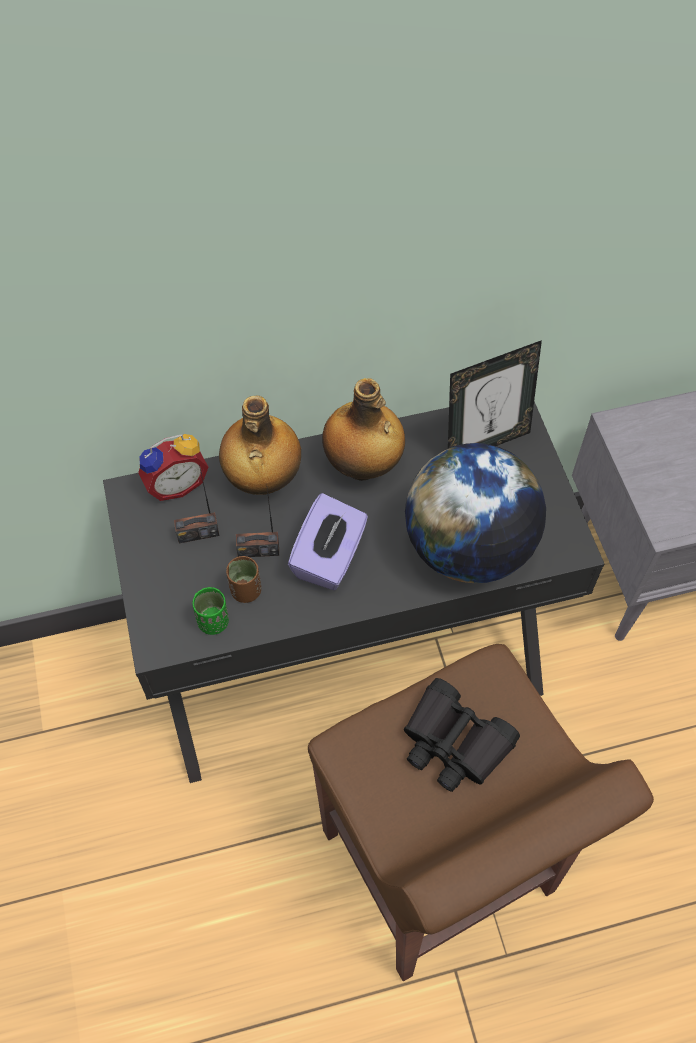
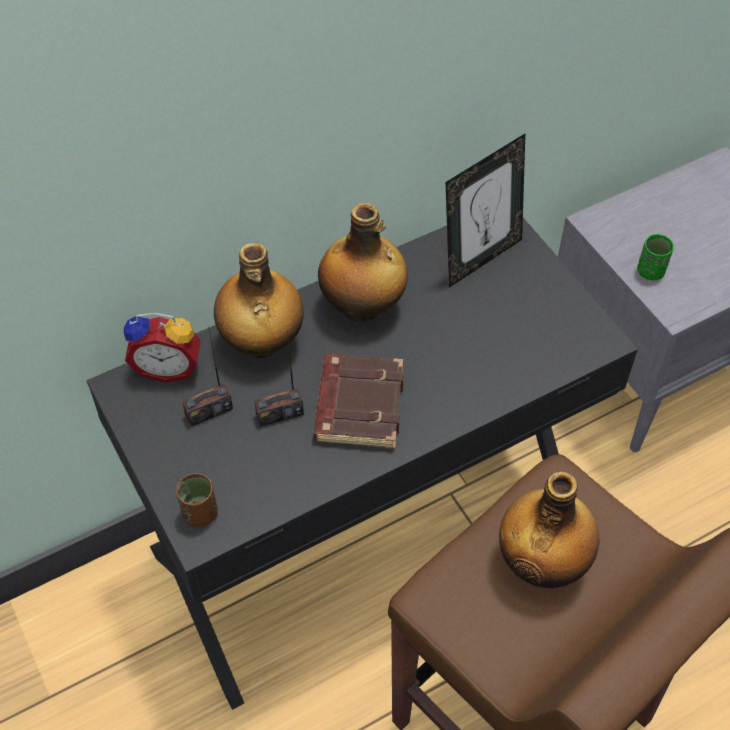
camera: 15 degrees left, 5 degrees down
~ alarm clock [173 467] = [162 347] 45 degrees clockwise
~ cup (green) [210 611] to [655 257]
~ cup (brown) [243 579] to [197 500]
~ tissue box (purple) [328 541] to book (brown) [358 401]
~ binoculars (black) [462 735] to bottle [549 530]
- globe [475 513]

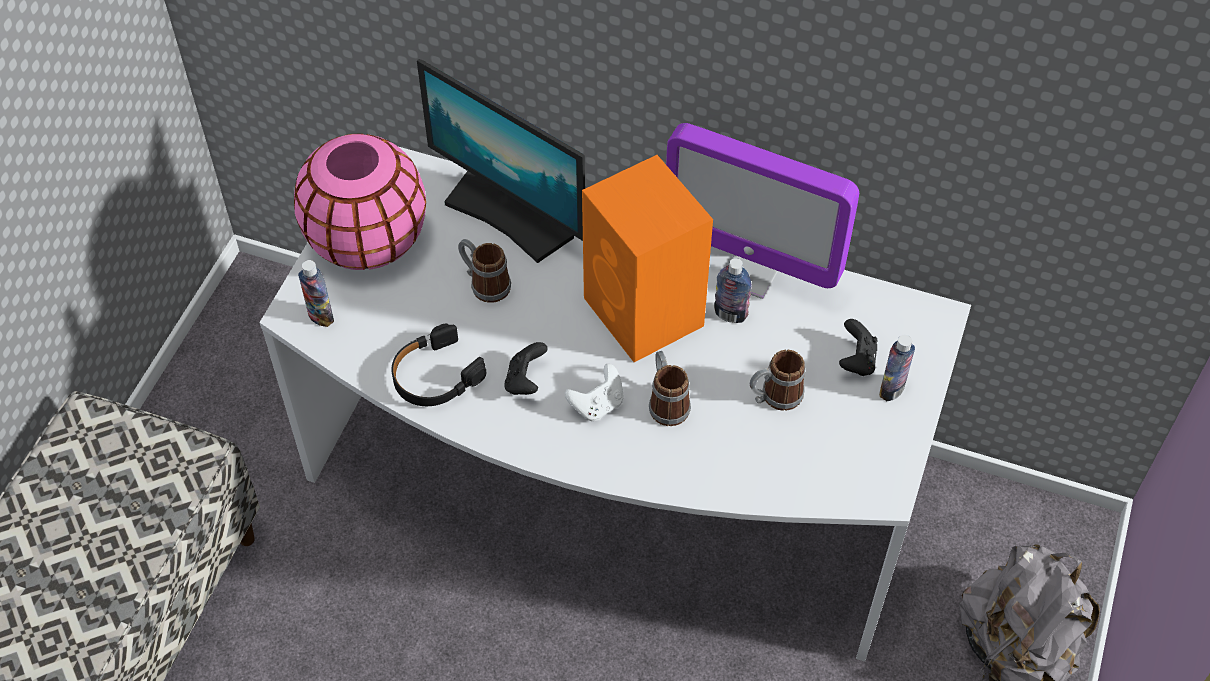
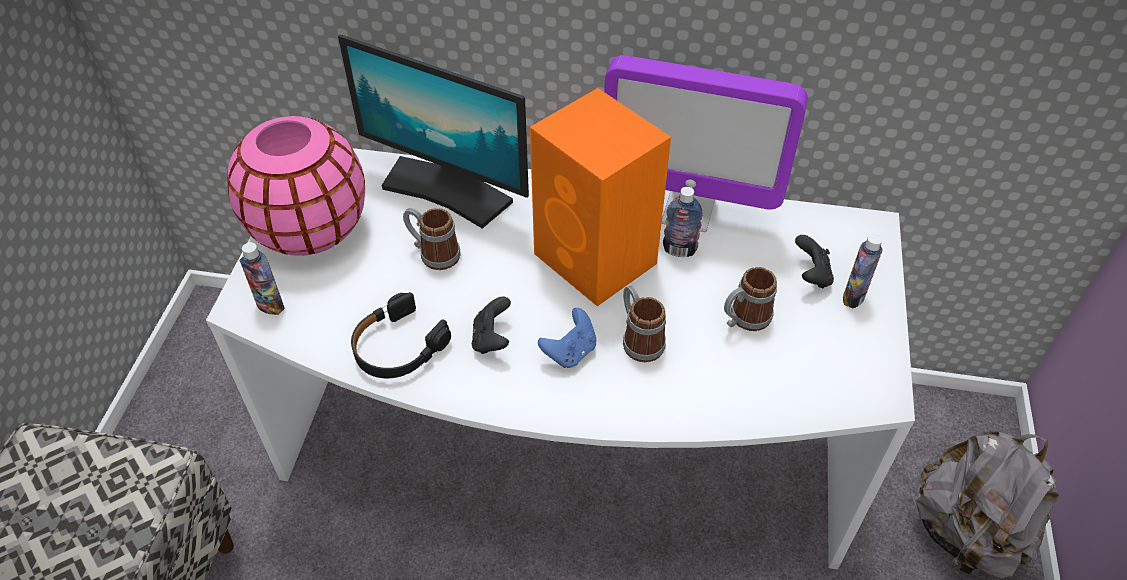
camera: 10 degrees left, 5 degrees down
~ game controller (white) [594 392] to game controller (blue) [567 338]

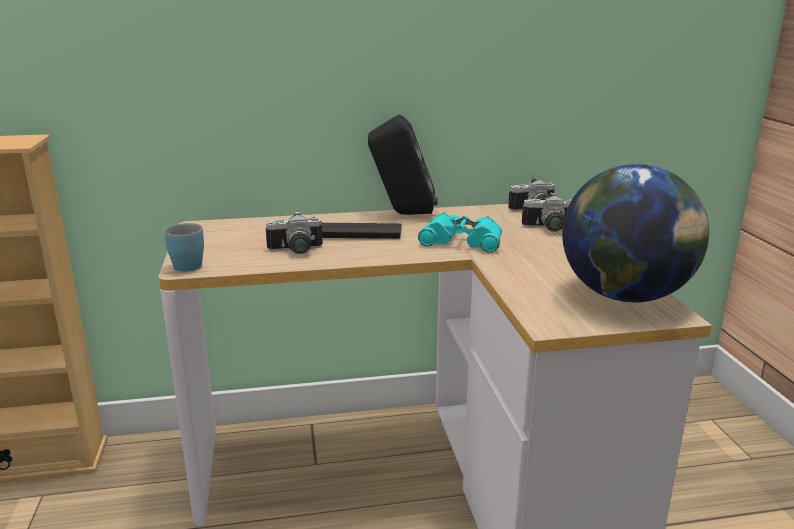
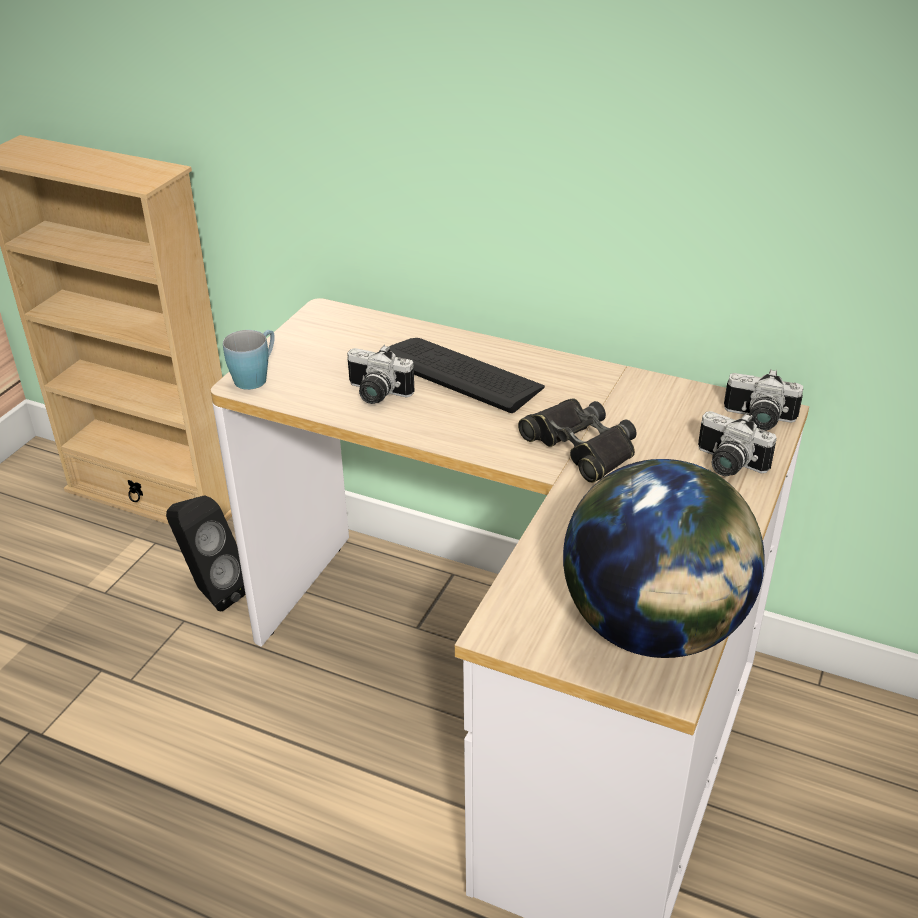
camera: 35 degrees right, 15 degrees up
~ speaker (black) [403 164] to [206 553]
~ binoculars (turquoise) [460 233] to binoculars (black) [577 441]

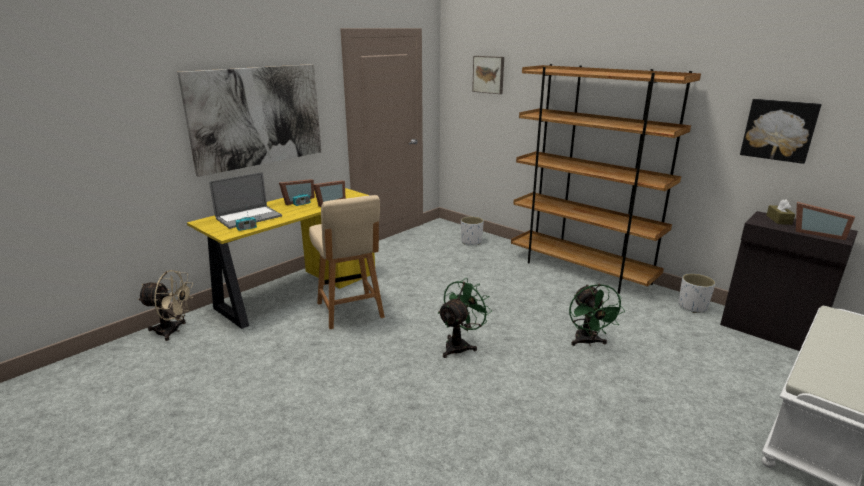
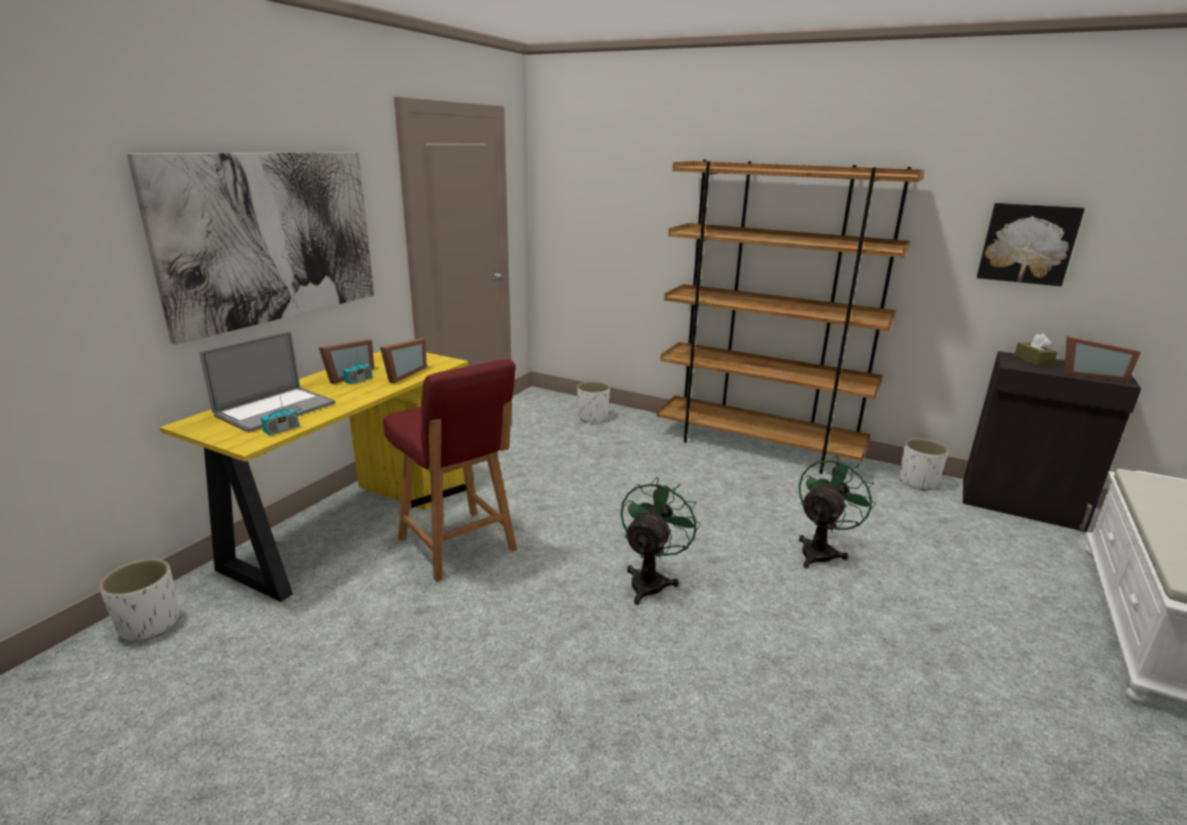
camera: 15 degrees left, 0 degrees up
~ fan (beige) [165 305] to planter (white) [139 600]
~ chair (beige) [347 262] to chair (red) [450 470]
- picture [488 75]
~ fan (green) [597 315] = [837 512] 120 degrees counterclockwise

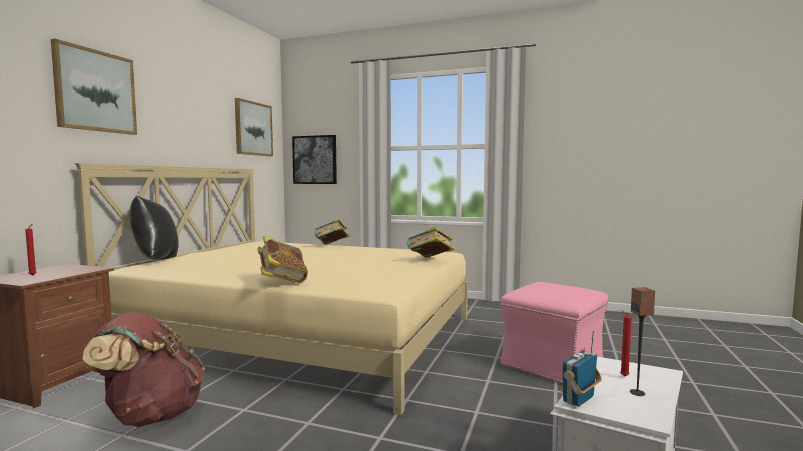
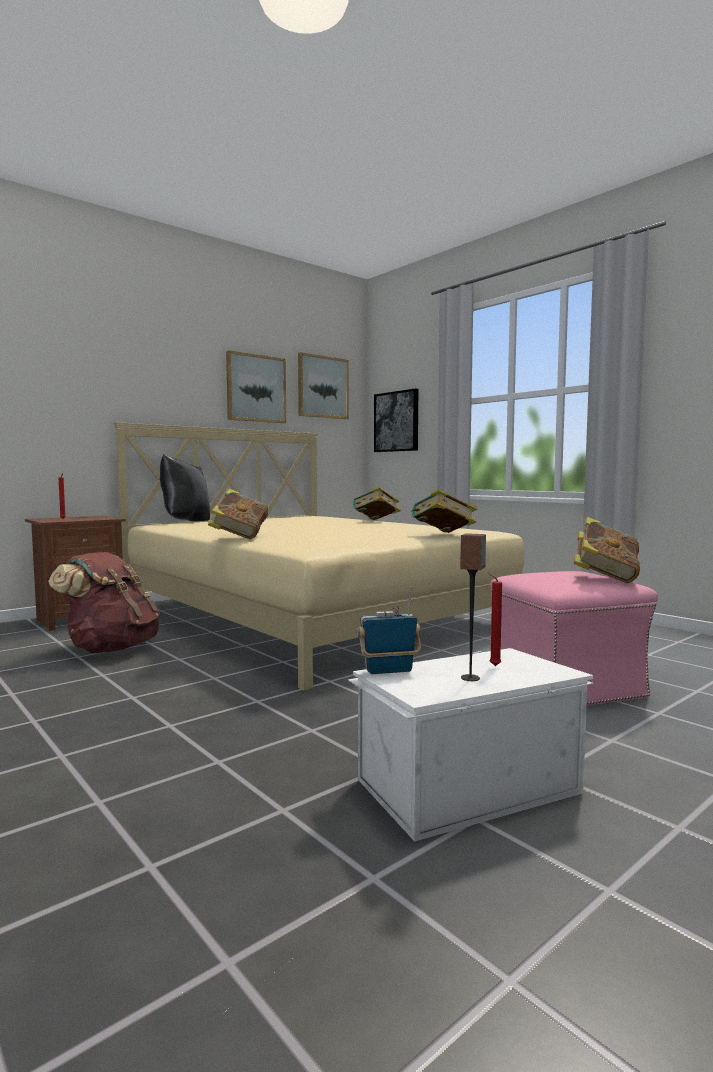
camera: 30 degrees right, 0 degrees up
~ picture [94 87] to [256 386]
+ book [606 550]

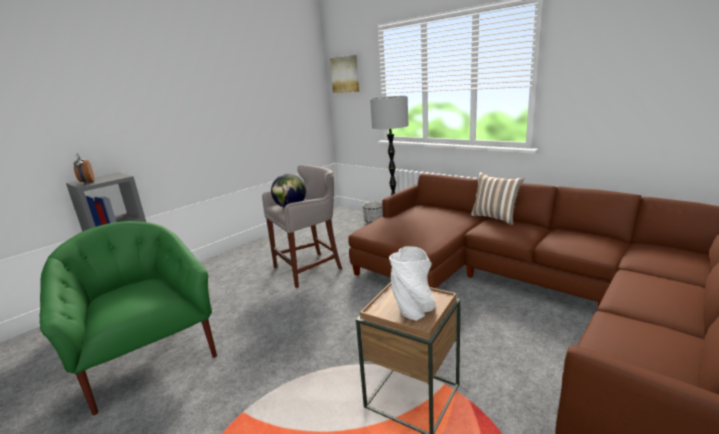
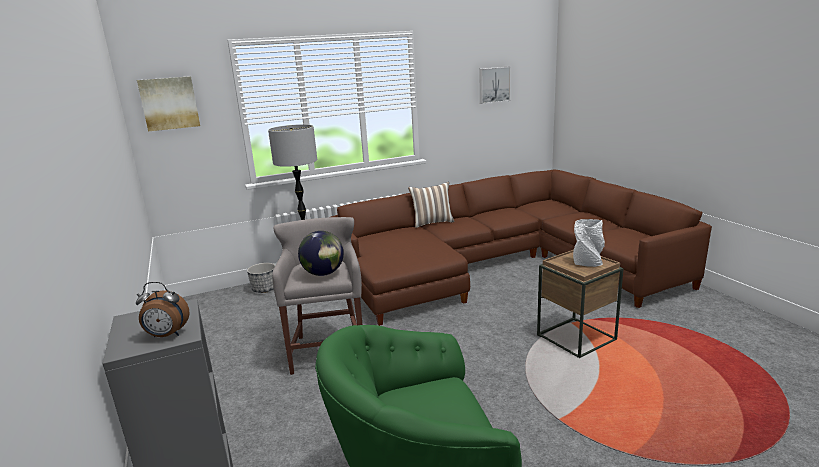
camera: 65 degrees left, 0 degrees up
+ picture [495 85]

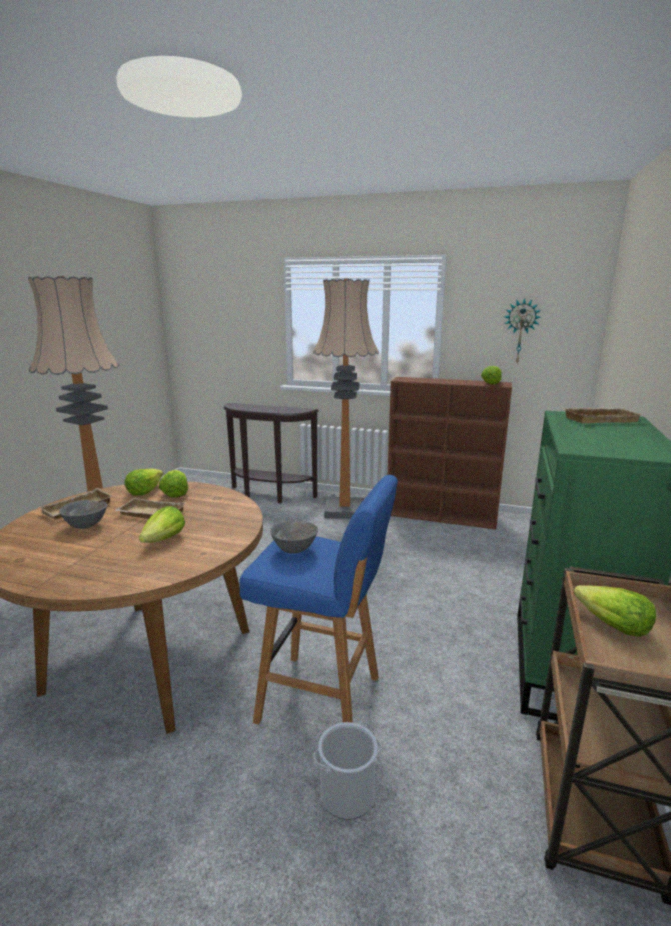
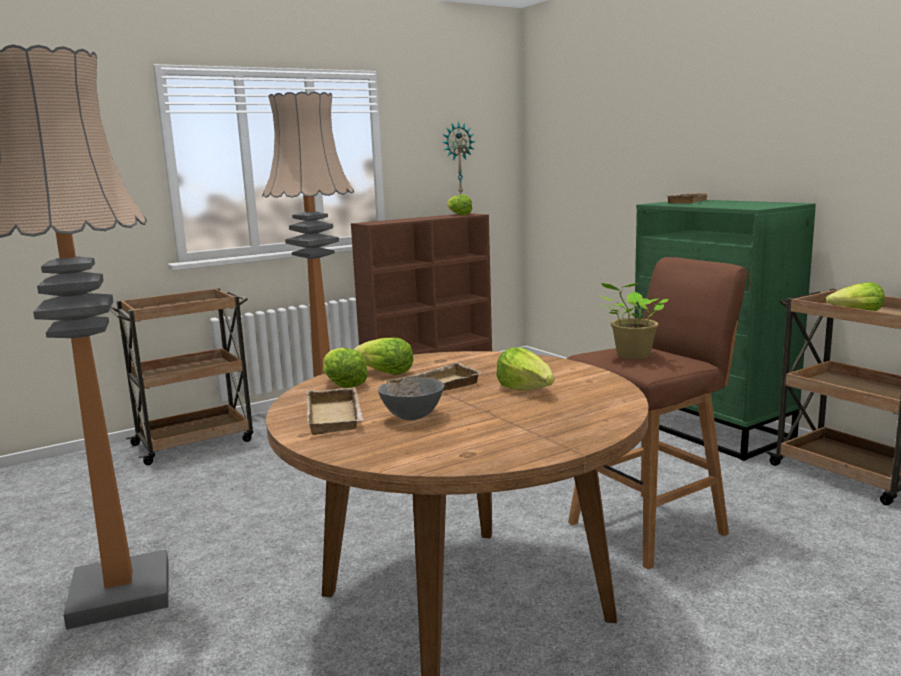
camera: 50 degrees left, 5 degrees down
~ console table (brown) [271 453] to cart (brown) [181 376]
~ stool (blue) [318 600] to stool (brown) [657 413]
~ bowl (grey) [294 537] to potted plant [633 321]
- bucket [347 771]

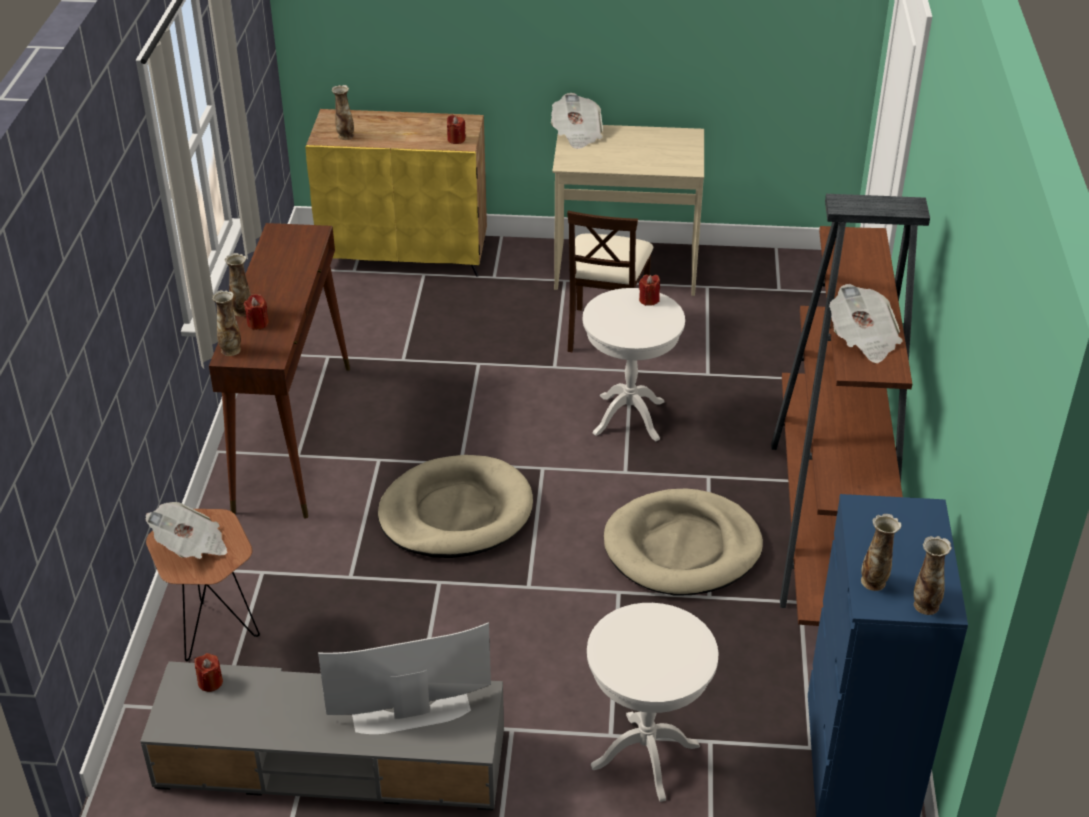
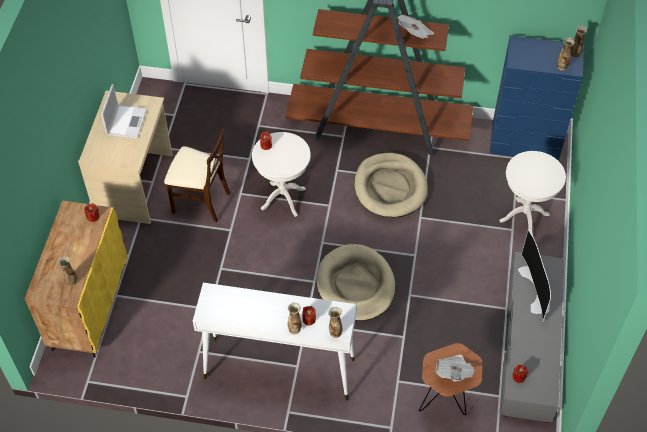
camera: 85 degrees left, 15 degrees up
~ console table (brown) [279 371] to console table (white) [275 342]
- newspaper [577 121]
+ laptop [124 111]

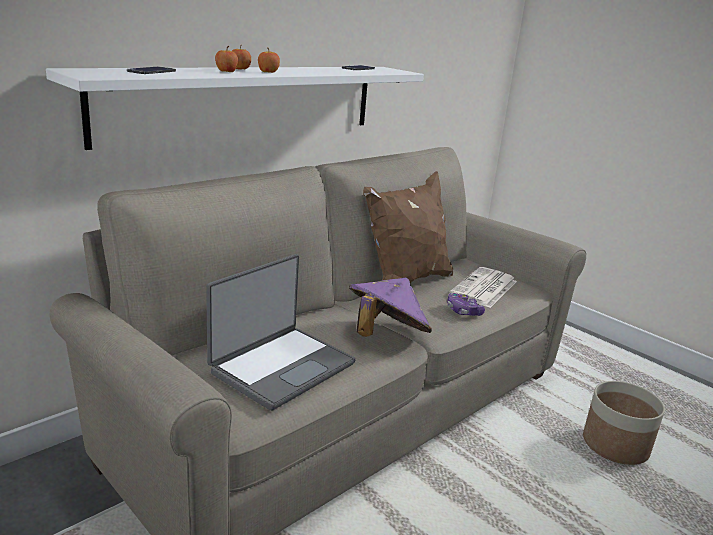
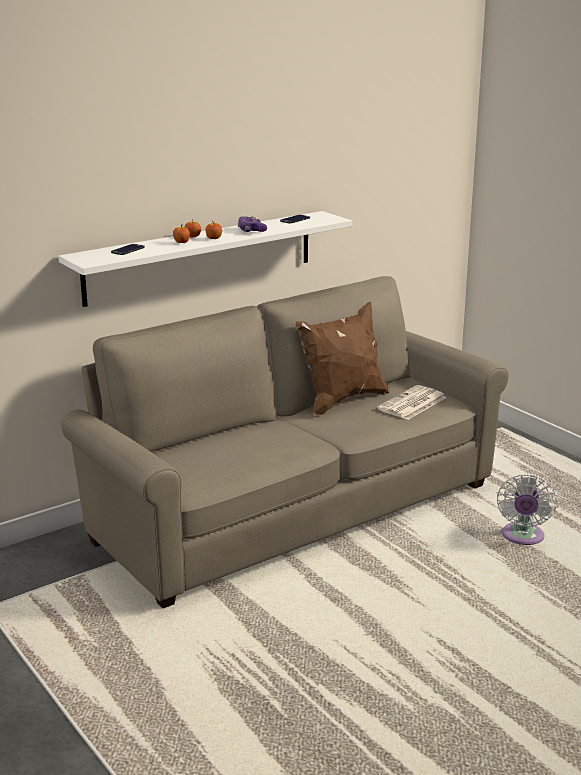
camera: 10 degrees right, 0 degrees up
- laptop [281 332]
- hat (purple) [390 307]
~ game controller [466 304] to [252 224]
~ planter [624 423] to fan (white) [527 509]

